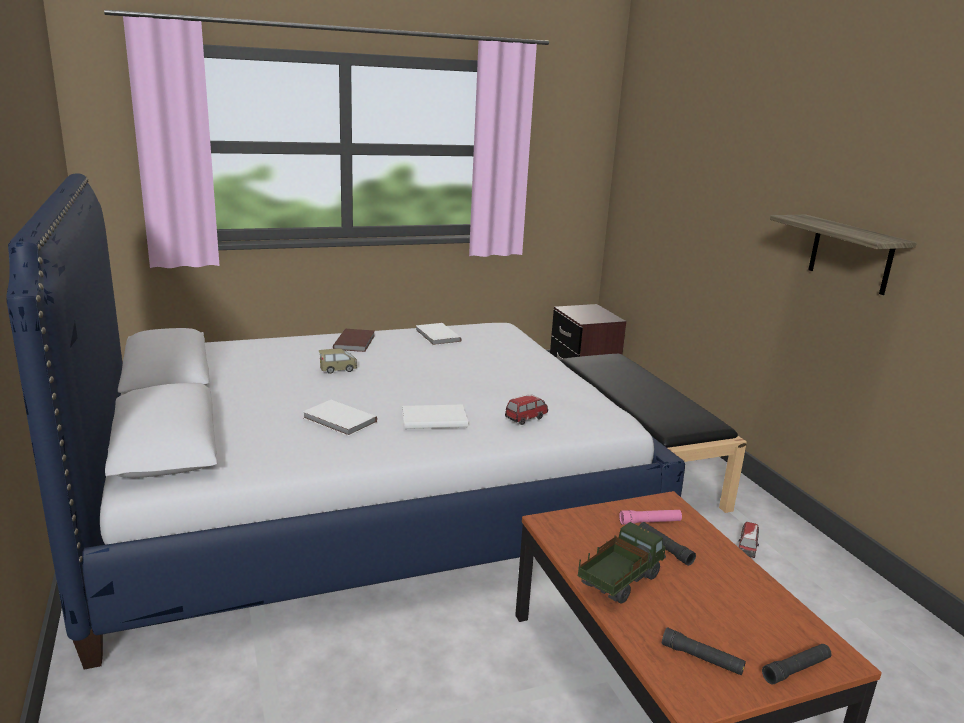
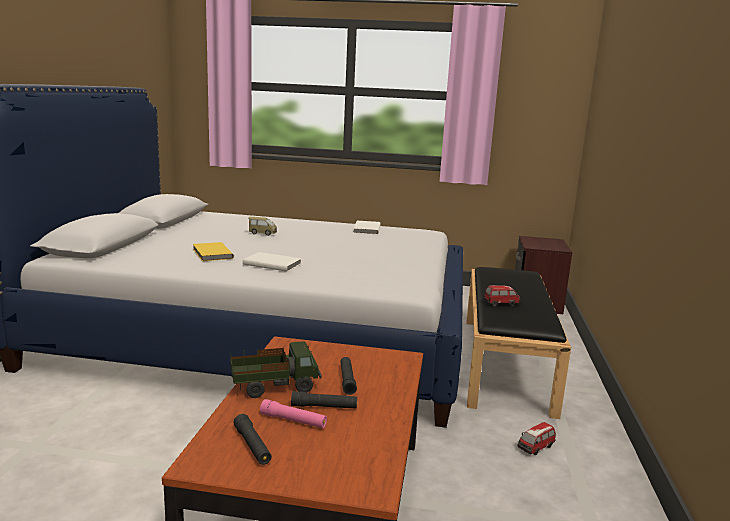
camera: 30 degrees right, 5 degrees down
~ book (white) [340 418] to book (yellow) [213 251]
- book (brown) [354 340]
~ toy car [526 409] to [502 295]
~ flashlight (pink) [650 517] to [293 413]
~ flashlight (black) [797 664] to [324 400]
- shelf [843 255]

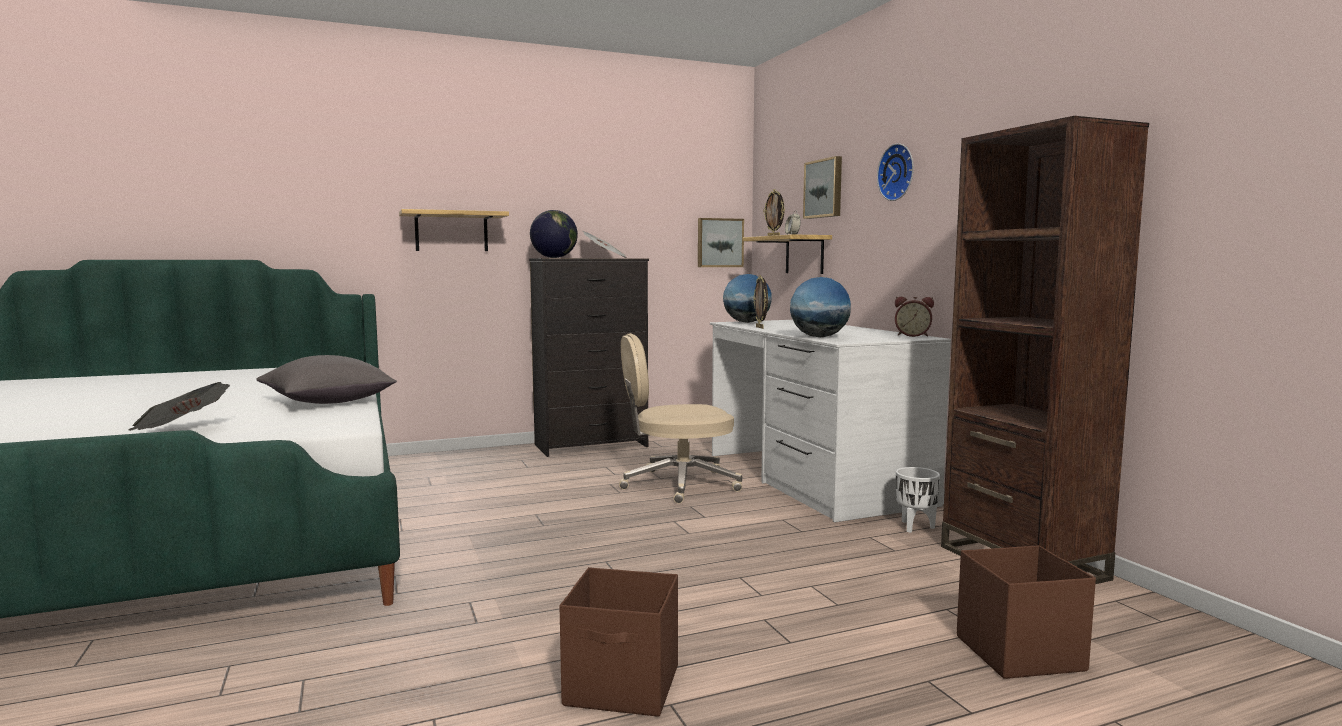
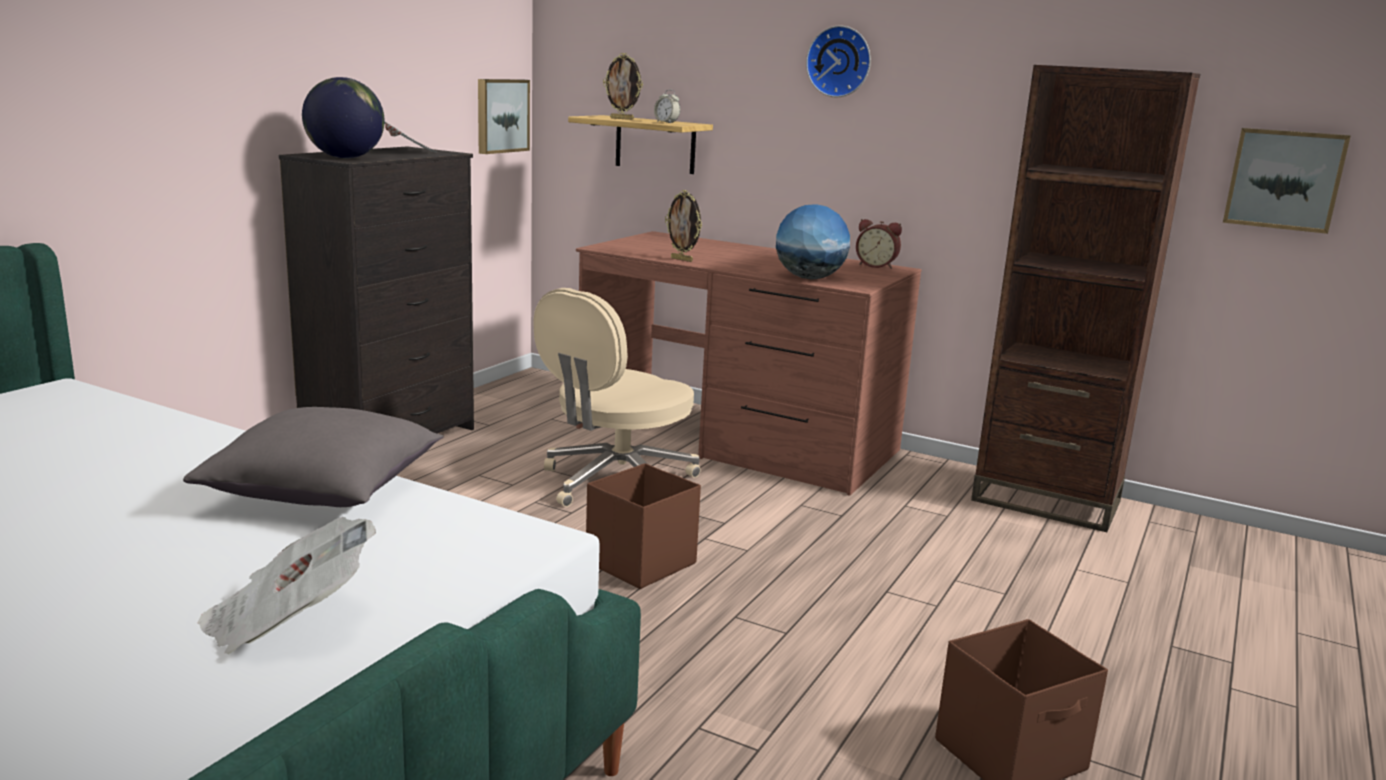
camera: 40 degrees left, 10 degrees up
- shelf [454 230]
~ desk (white) [830 421] to desk (brown) [749 363]
- globe [747 298]
~ picture [822 187] to [1287 181]
~ alarm clock [914 317] = [879 244] 45 degrees clockwise
- planter (white) [918 500]
~ storage box (brown) [1026 612] to [643 526]

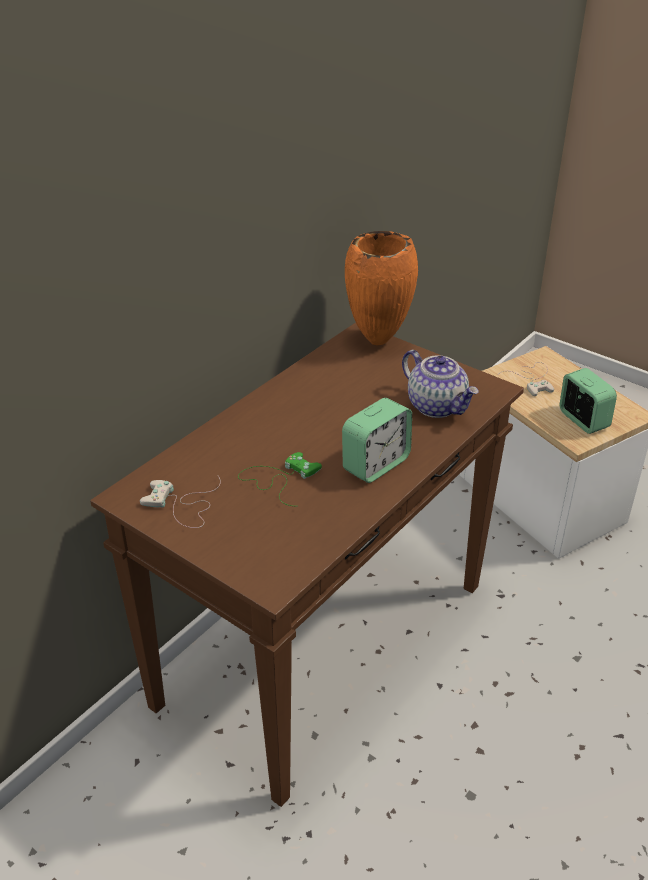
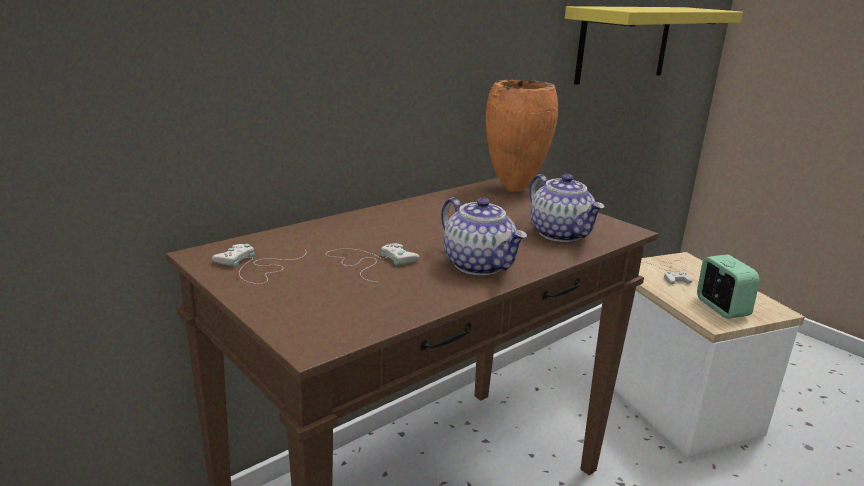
camera: 10 degrees right, 15 degrees down
~ game controller (green) [280 479] to game controller (white) [372 263]
~ alarm clock [377 440] to teapot [484 236]
+ shelf (yellow) [654 45]

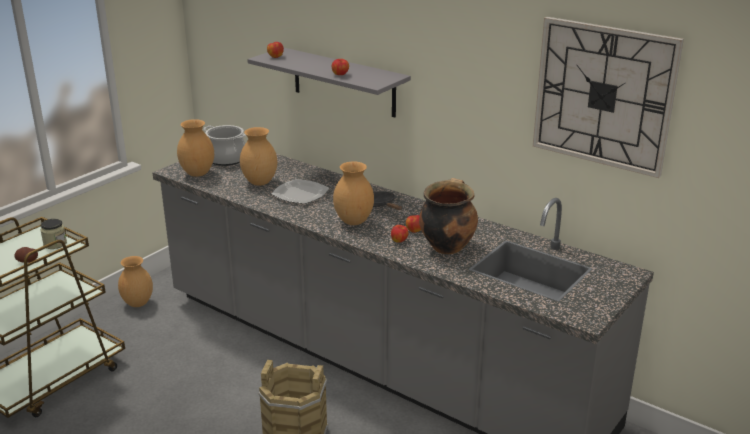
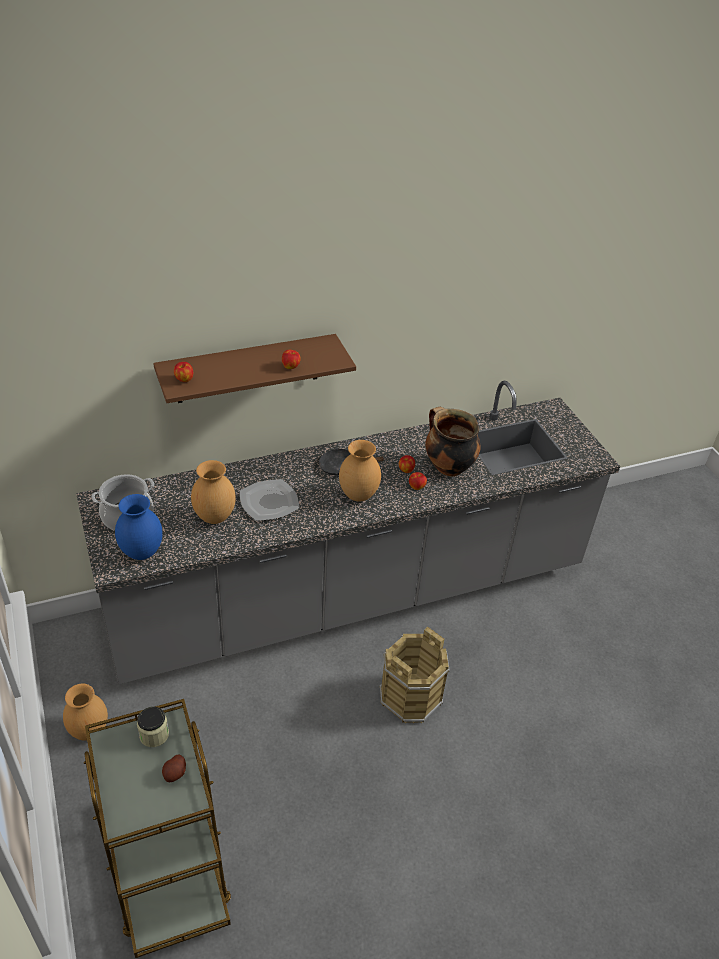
camera: 60 degrees left, 15 degrees up
~ vase (brown) [195 148] to vase (blue) [139 527]
~ shelf (grey) [329 82] to shelf (brown) [254 368]
- wall clock [608 97]

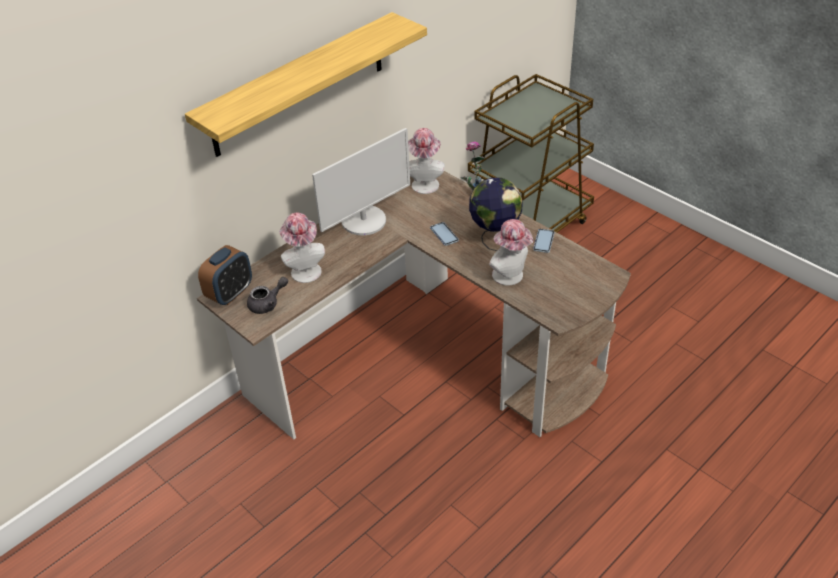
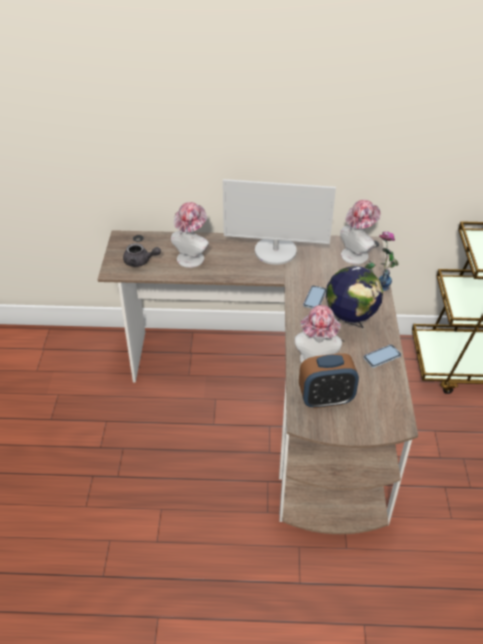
camera: 45 degrees right, 0 degrees up
- shelf [306 84]
~ alarm clock [225 275] to [329 381]

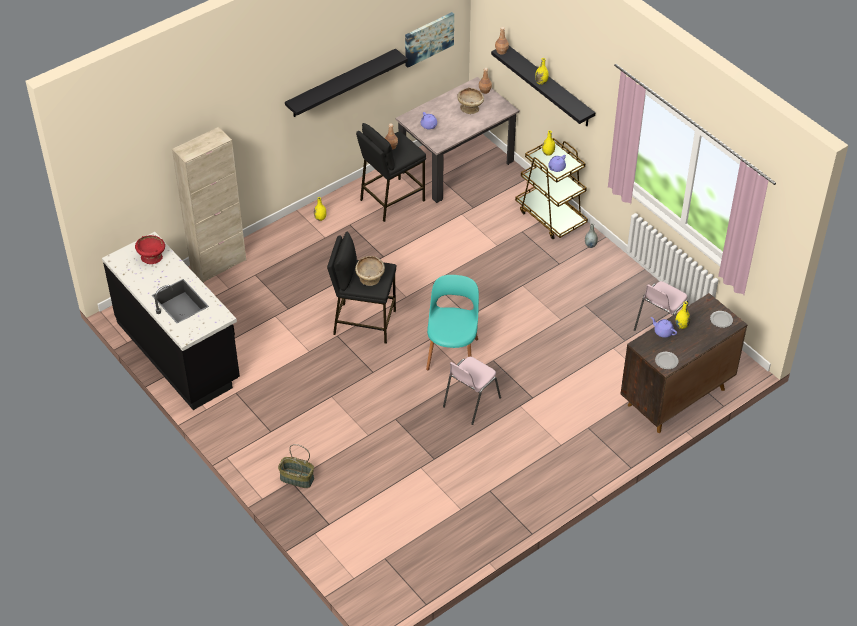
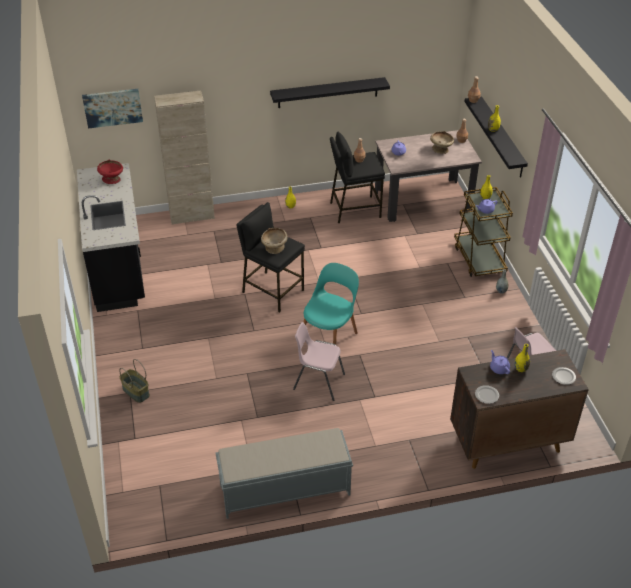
camera: 25 degrees right, 5 degrees down
~ picture [429 40] to [112 109]
~ chair (pink) [472 391] = [319 361] 45 degrees clockwise
+ bench (grey) [284 473]

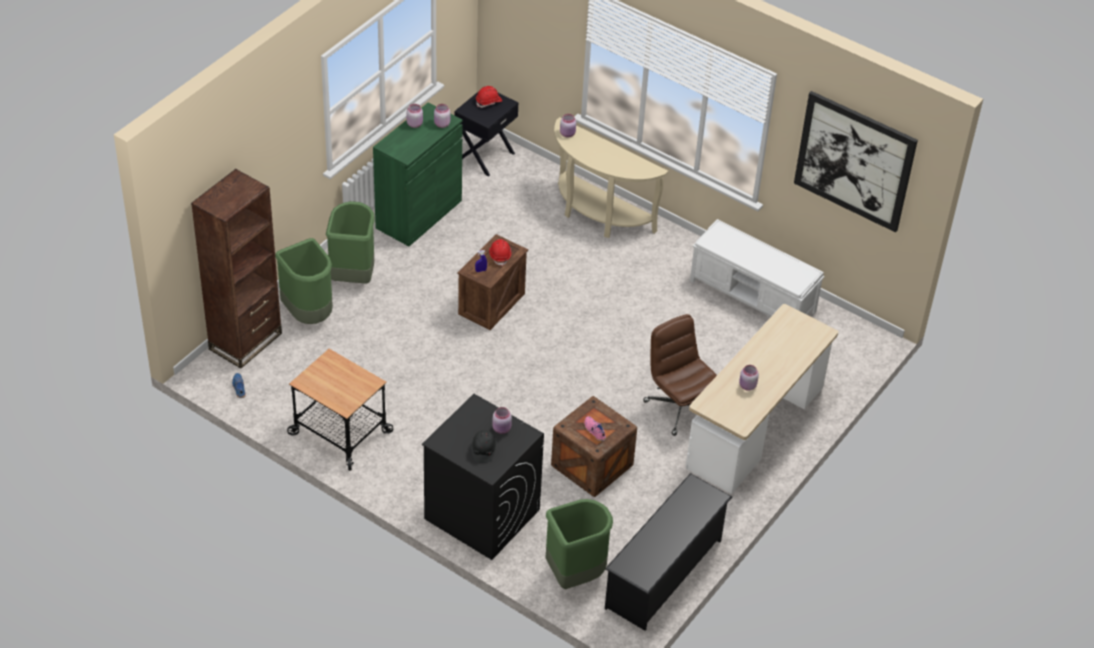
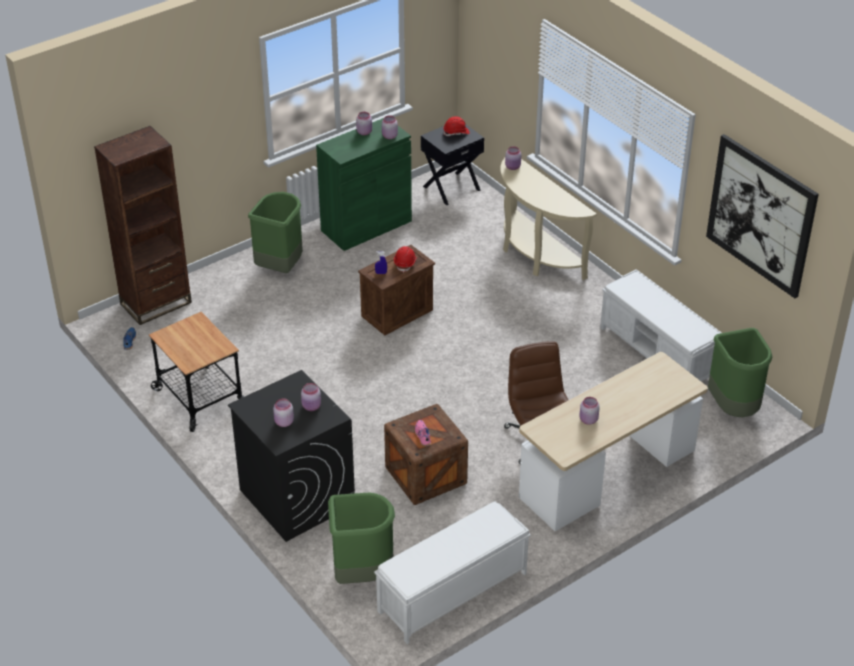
camera: 20 degrees right, 5 degrees down
~ trash can (green) [304 281] to [740 372]
~ hard hat (black) [484 446] to jar (pink) [283 412]
~ shoe rack (black) [668 552] to bench (white) [452 573]

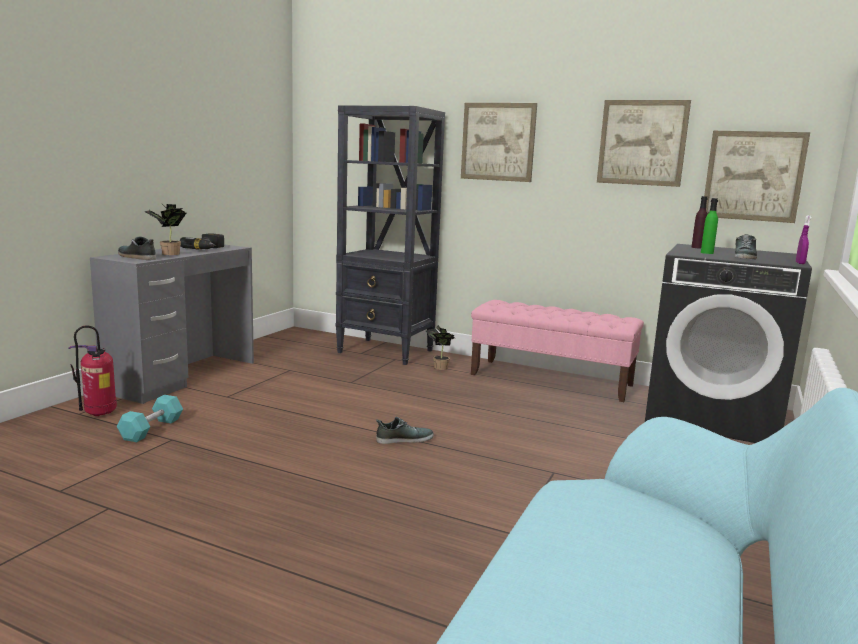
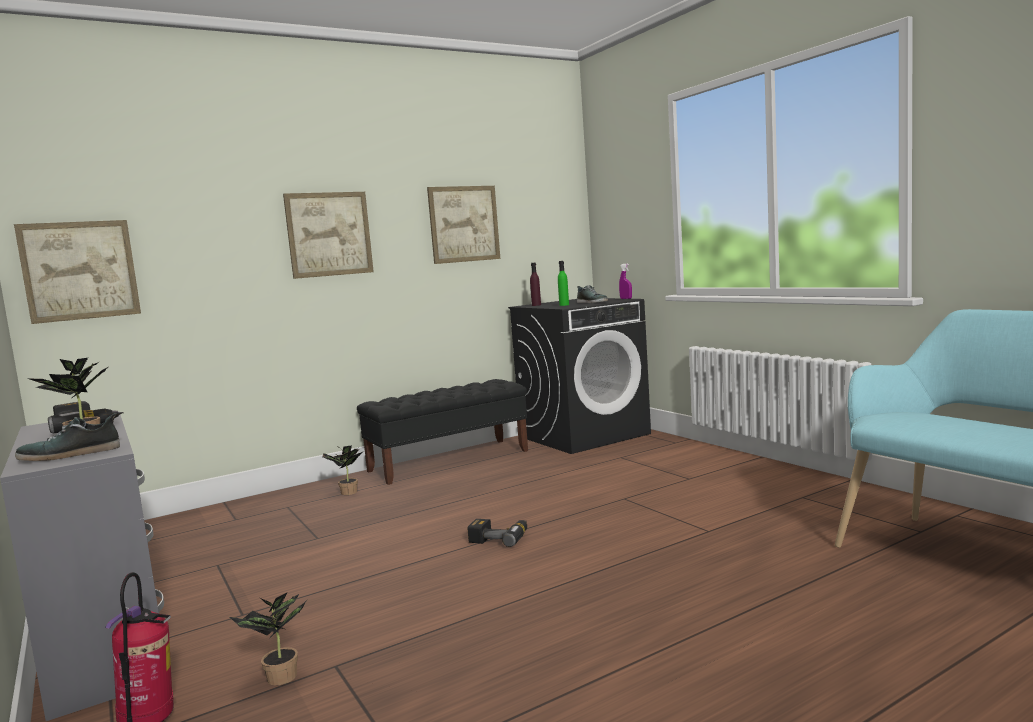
camera: 55 degrees left, 5 degrees down
~ dumbbell (turquoise) [149 418] to potted plant [269 638]
- bookcase (black) [390 235]
~ shoe [405 430] to power drill [497 533]
~ bench (pink) [557 351] to bench (black) [442 432]
~ picture [757 177] to [77 272]

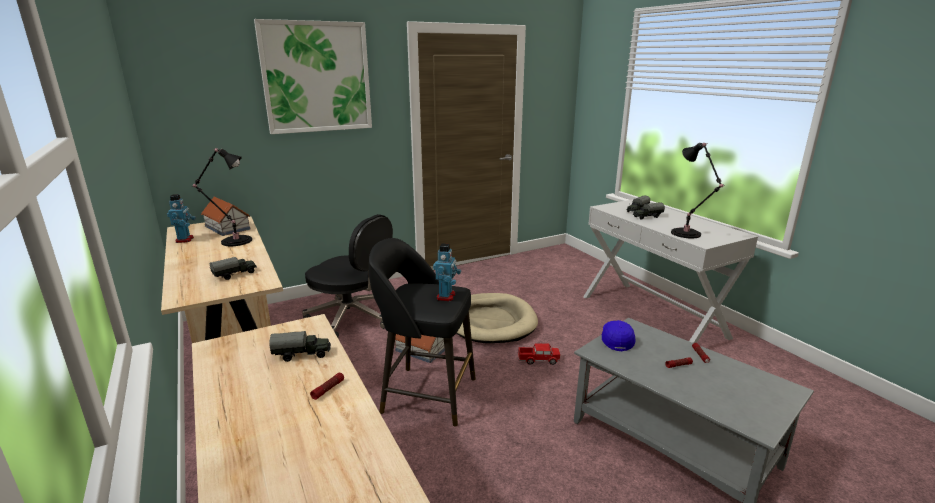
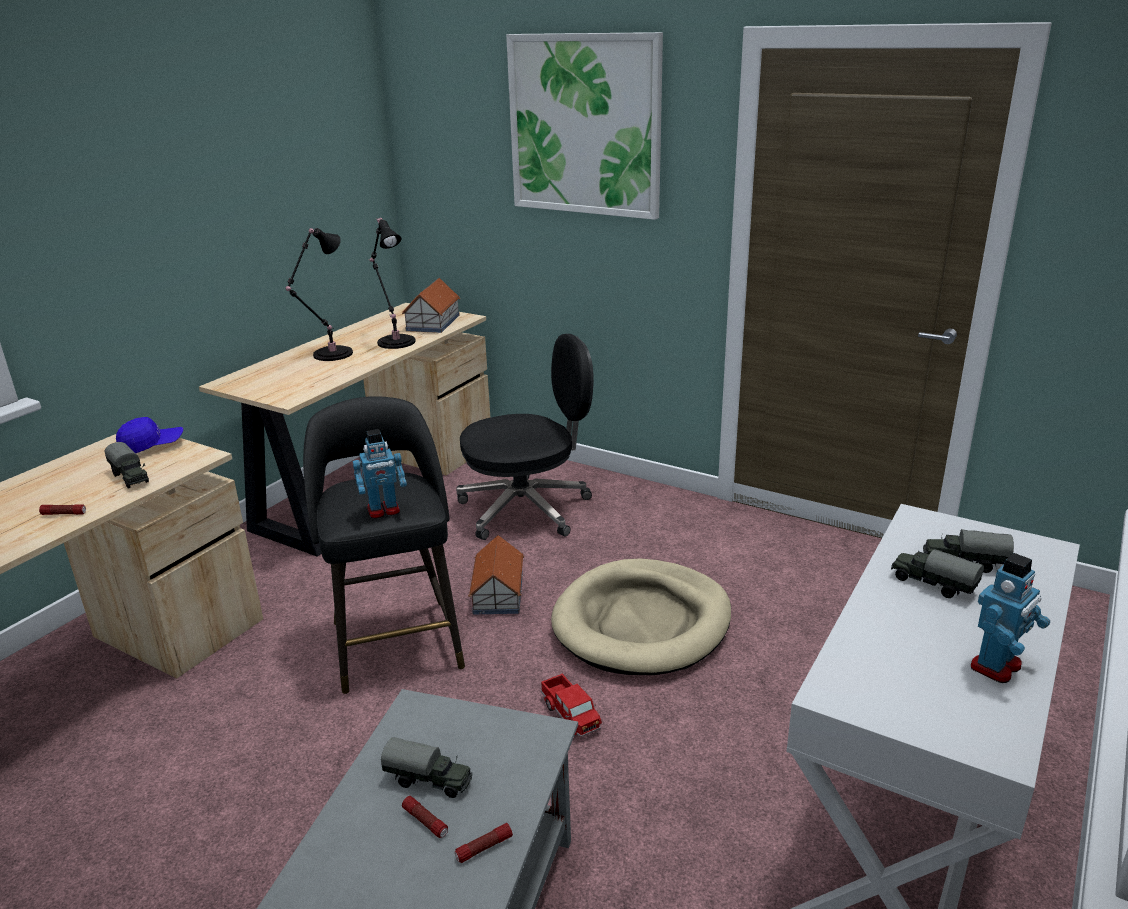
camera: 60 degrees right, 5 degrees up
~ toy robot [181 218] to [1010 618]
~ toy truck [233 268] to [426 767]
~ office chair (black) [347 275] = [525 437] 105 degrees counterclockwise
~ cap (blue) [618 335] to [149 435]
~ table lamp (black) [698 191] to [319 294]

